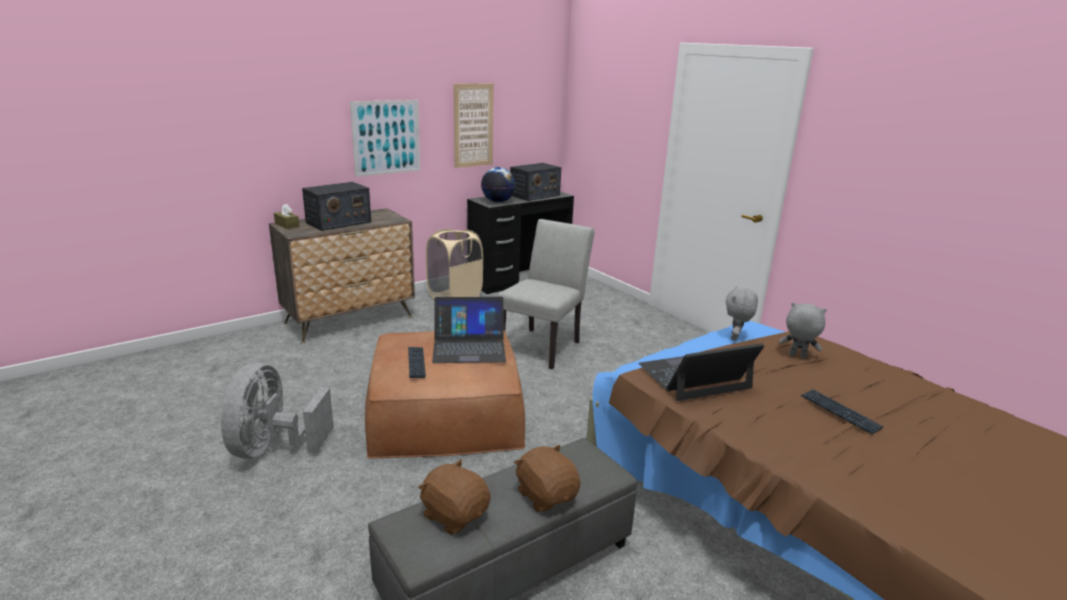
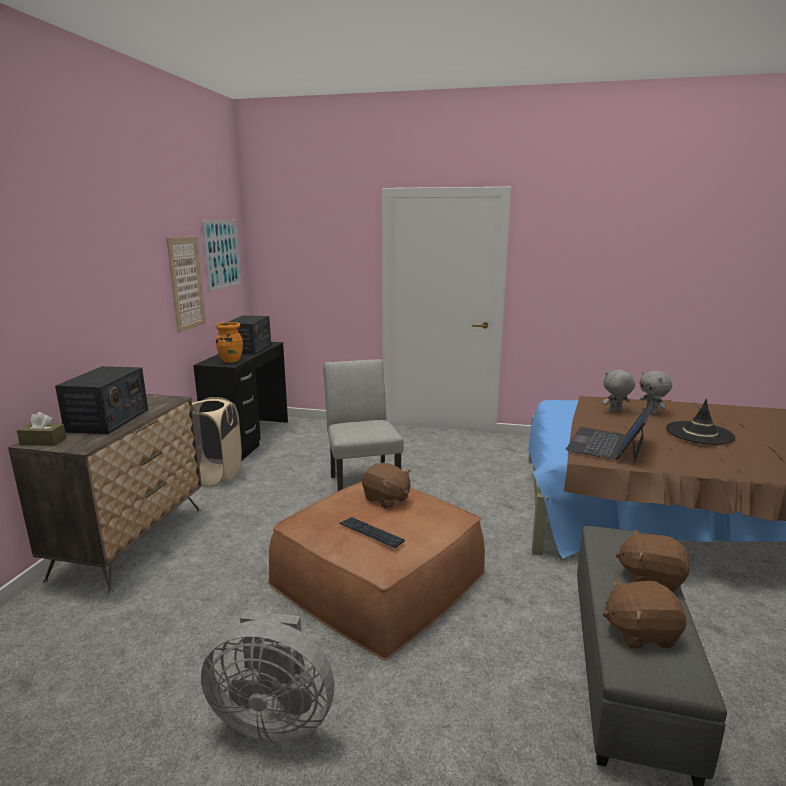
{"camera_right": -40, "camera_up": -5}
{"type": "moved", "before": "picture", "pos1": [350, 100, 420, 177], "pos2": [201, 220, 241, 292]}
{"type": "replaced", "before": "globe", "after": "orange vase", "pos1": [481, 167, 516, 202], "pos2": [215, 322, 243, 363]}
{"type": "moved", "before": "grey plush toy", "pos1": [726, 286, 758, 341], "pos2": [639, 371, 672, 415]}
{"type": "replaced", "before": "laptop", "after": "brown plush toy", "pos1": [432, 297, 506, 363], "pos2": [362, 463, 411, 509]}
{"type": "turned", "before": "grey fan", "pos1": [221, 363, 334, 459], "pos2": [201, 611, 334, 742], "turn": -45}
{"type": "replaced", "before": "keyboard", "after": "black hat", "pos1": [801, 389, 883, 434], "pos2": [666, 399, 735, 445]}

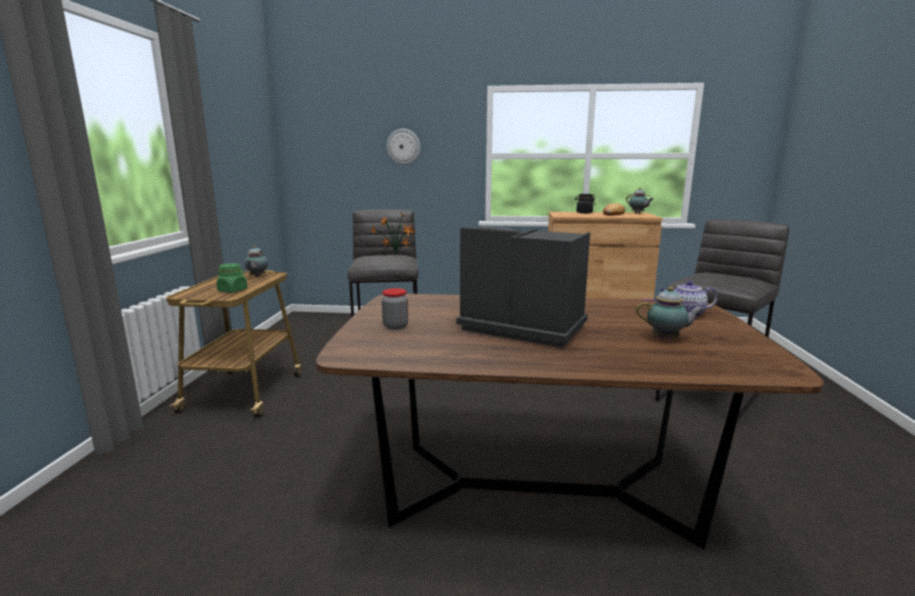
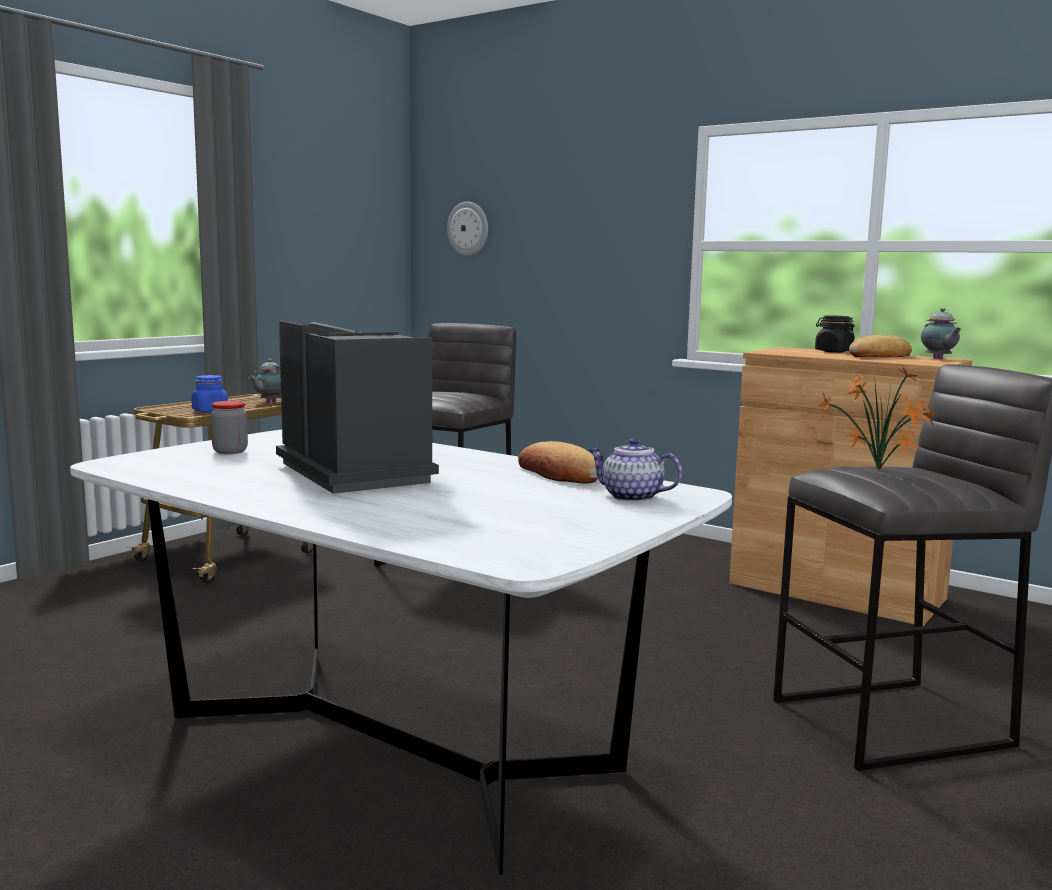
{"camera_right": 30, "camera_up": -5}
{"type": "moved", "before": "wall clock", "pos1": [386, 129, 421, 165], "pos2": [447, 202, 488, 256]}
{"type": "moved", "before": "potted plant", "pos1": [371, 212, 415, 255], "pos2": [818, 367, 937, 470]}
{"type": "recoloured", "before": "green jar", "after": "blue jar", "pos1": [217, 263, 247, 293], "pos2": [192, 375, 228, 412]}
{"type": "removed", "before": "teapot", "pos1": [636, 287, 704, 339]}
{"type": "recoloured", "before": "brown dining table", "after": "white dining table", "pos1": [316, 294, 824, 550], "pos2": [70, 429, 732, 874]}
{"type": "added", "after": "bread", "pos2": [518, 441, 598, 484]}

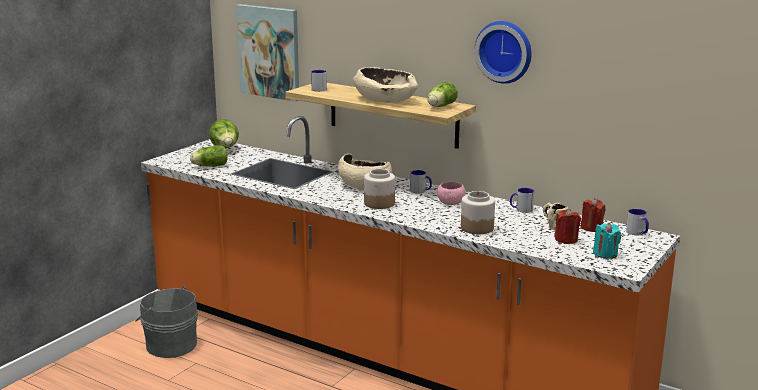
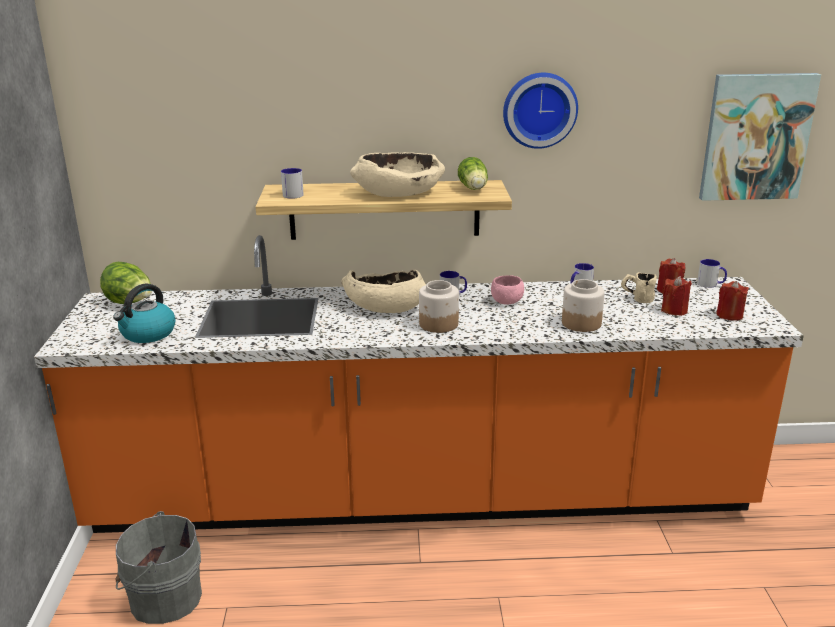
{"camera_right": -35, "camera_up": 5}
{"type": "moved", "before": "picture", "pos1": [236, 4, 299, 102], "pos2": [699, 73, 821, 201]}
{"type": "replaced", "before": "lettuce", "after": "kettle", "pos1": [190, 145, 228, 166], "pos2": [113, 283, 176, 343]}
{"type": "recoloured", "before": "turquoise candle", "after": "red candle", "pos1": [593, 223, 621, 259], "pos2": [716, 281, 749, 321]}

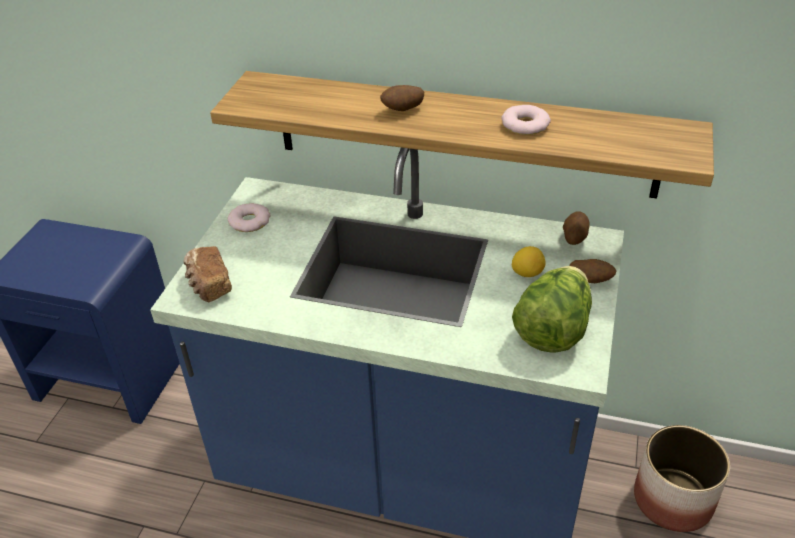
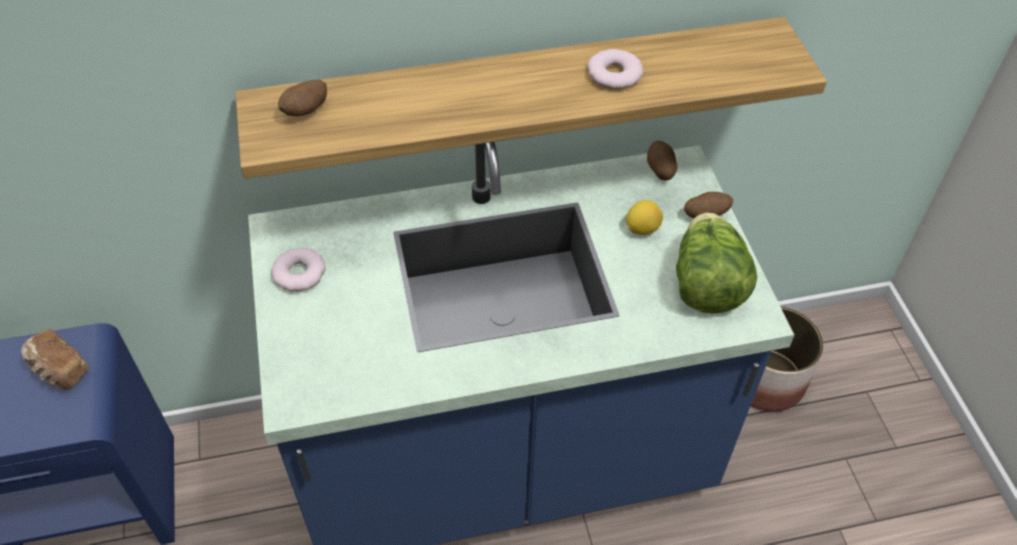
{"camera_right": -30, "camera_up": 10}
{"type": "moved", "before": "potato", "pos1": [380, 85, 424, 111], "pos2": [278, 80, 327, 116]}
{"type": "moved", "before": "bread", "pos1": [184, 246, 232, 302], "pos2": [21, 329, 89, 390]}

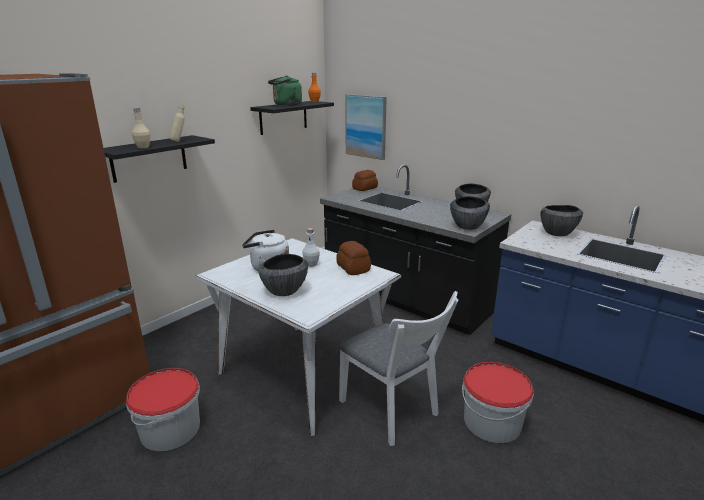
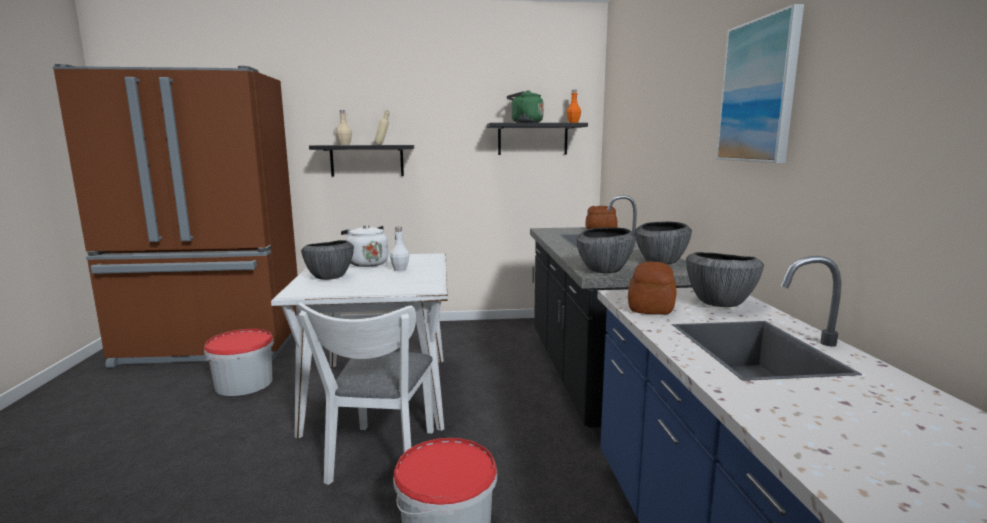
{"camera_right": 45, "camera_up": -10}
{"type": "moved", "before": "picture", "pos1": [345, 94, 387, 160], "pos2": [716, 4, 804, 163]}
{"type": "moved", "before": "bread", "pos1": [336, 241, 371, 275], "pos2": [628, 261, 676, 315]}

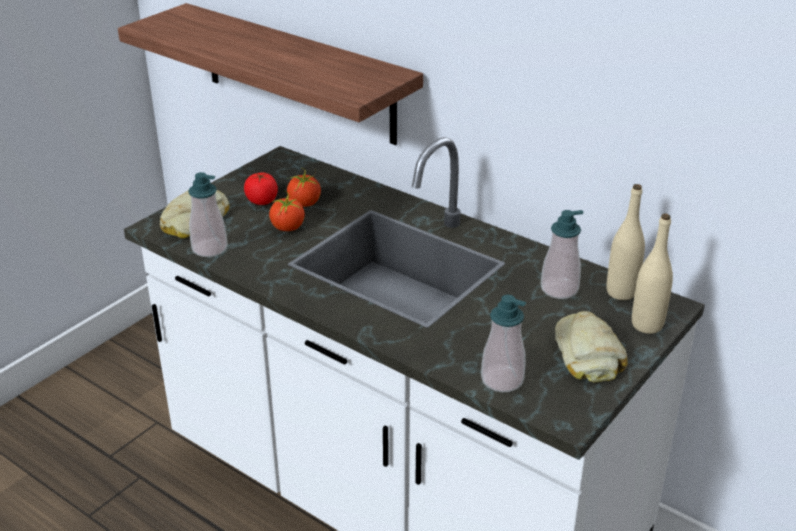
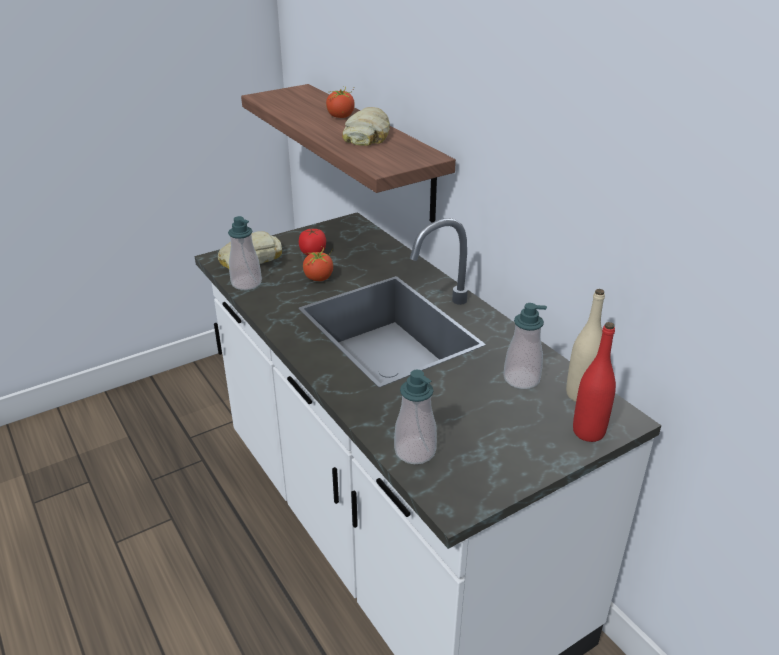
{"camera_right": 20, "camera_up": 0}
{"type": "moved", "before": "tomato", "pos1": [287, 168, 321, 207], "pos2": [326, 86, 355, 118]}
{"type": "recoloured", "before": "beige bottle", "after": "red bottle", "pos1": [632, 214, 673, 334], "pos2": [573, 322, 616, 442]}
{"type": "moved", "before": "bread", "pos1": [555, 311, 628, 382], "pos2": [342, 107, 390, 146]}

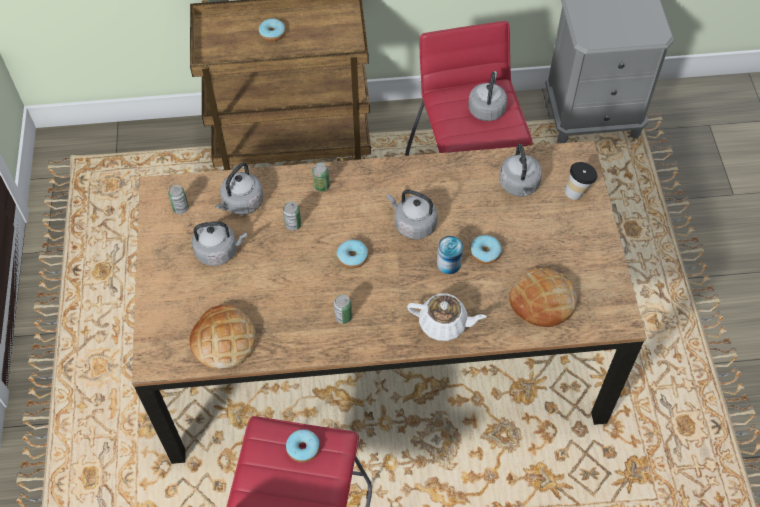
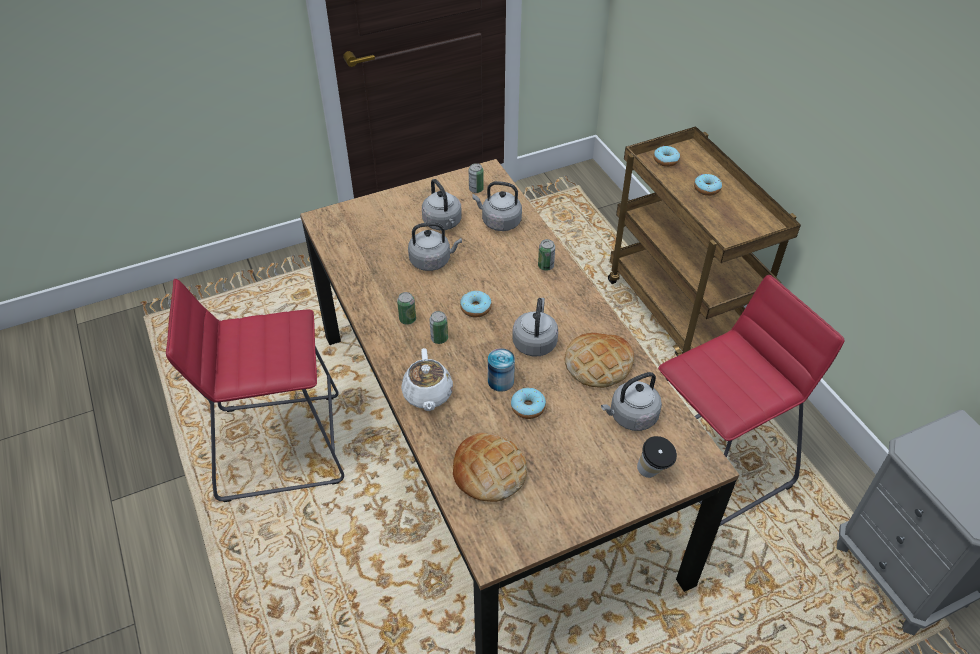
{"camera_right": 70, "camera_up": -10}
{"type": "moved", "before": "grey kettle", "pos1": [468, 71, 507, 121], "pos2": [408, 222, 462, 271]}
{"type": "moved", "before": "can", "pos1": [283, 201, 301, 231], "pos2": [430, 311, 448, 344]}
{"type": "moved", "before": "bread", "pos1": [190, 305, 256, 369], "pos2": [564, 333, 634, 388]}
{"type": "moved", "before": "donut", "pos1": [286, 429, 320, 463], "pos2": [653, 146, 680, 167]}

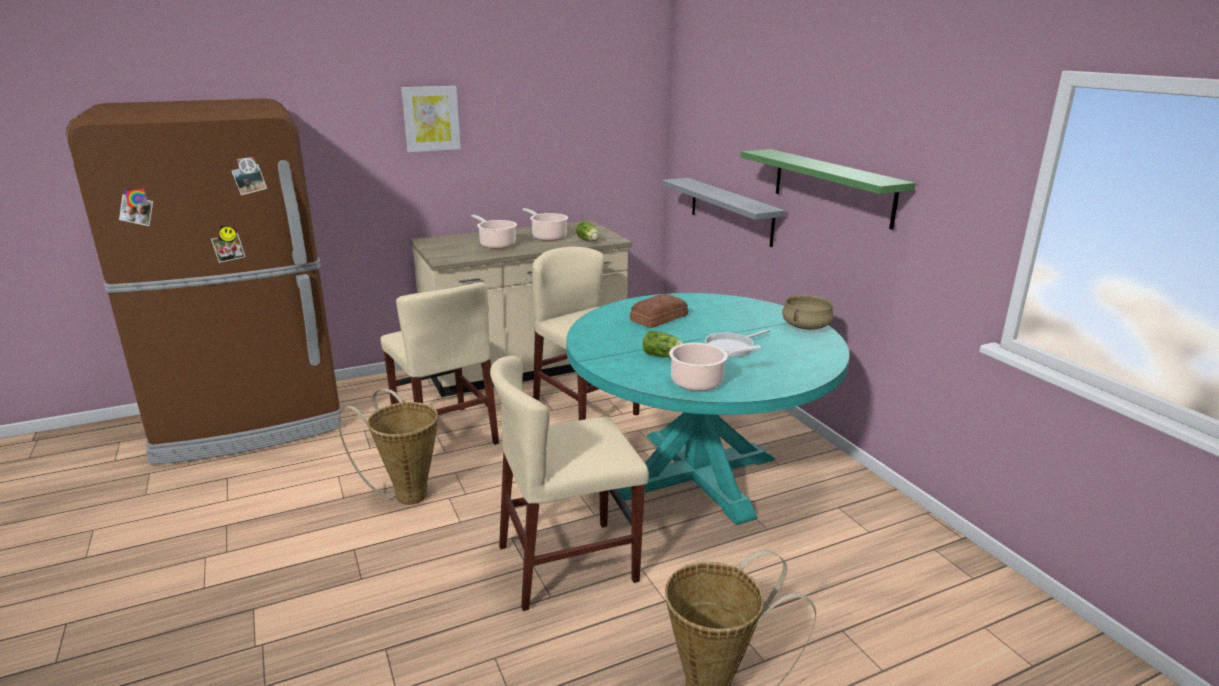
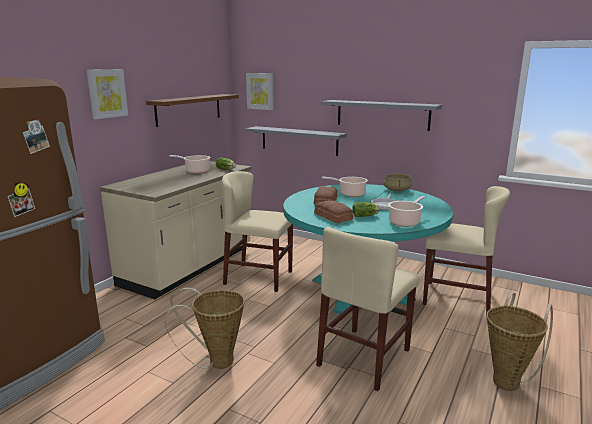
{"camera_right": -35, "camera_up": -5}
{"type": "recoloured", "before": "green shelf", "after": "grey shelf", "pos1": [741, 149, 916, 230], "pos2": [321, 100, 442, 131]}
{"type": "moved", "before": "cooking pot", "pos1": [471, 215, 517, 249], "pos2": [322, 177, 368, 197]}
{"type": "moved", "before": "beige chair", "pos1": [380, 282, 499, 445], "pos2": [423, 186, 510, 316]}
{"type": "added", "after": "picture", "pos2": [246, 73, 274, 110]}
{"type": "added", "after": "brown shelf", "pos2": [146, 94, 239, 127]}
{"type": "added", "after": "bread", "pos2": [314, 200, 353, 223]}

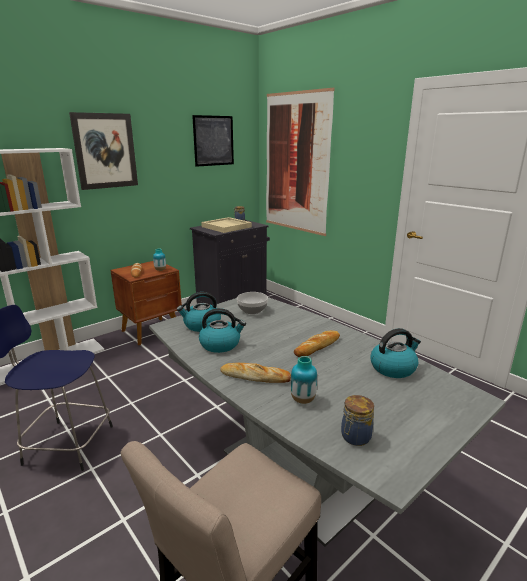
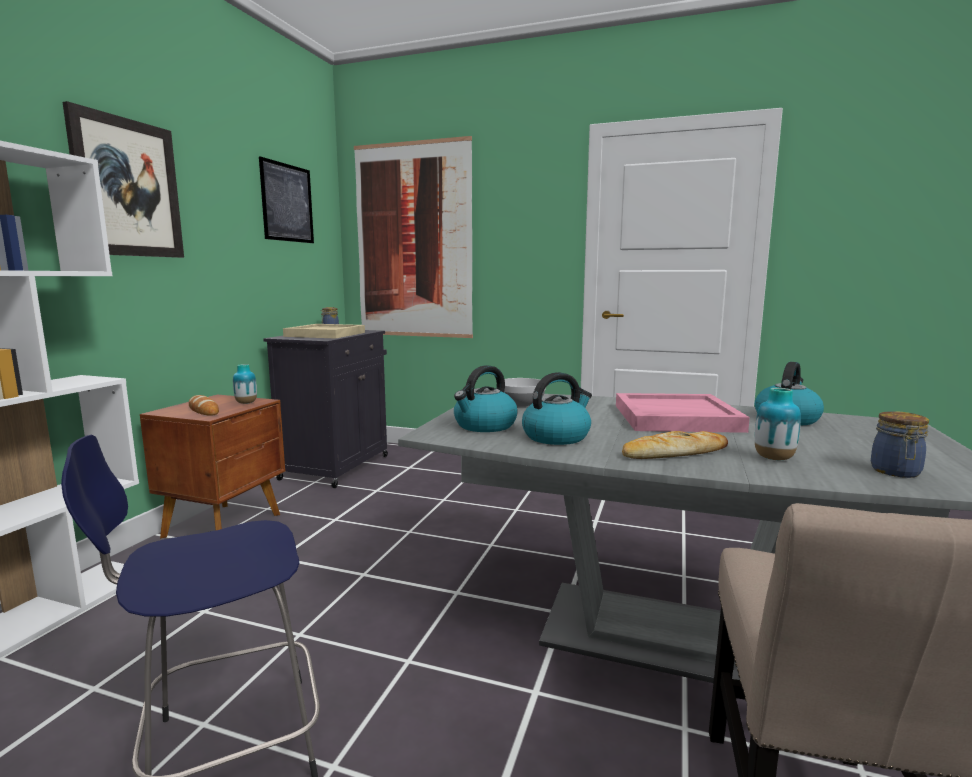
{"camera_right": -30, "camera_up": -10}
{"type": "replaced", "before": "bread", "after": "pink tray", "pos1": [294, 330, 340, 357], "pos2": [616, 393, 750, 433]}

